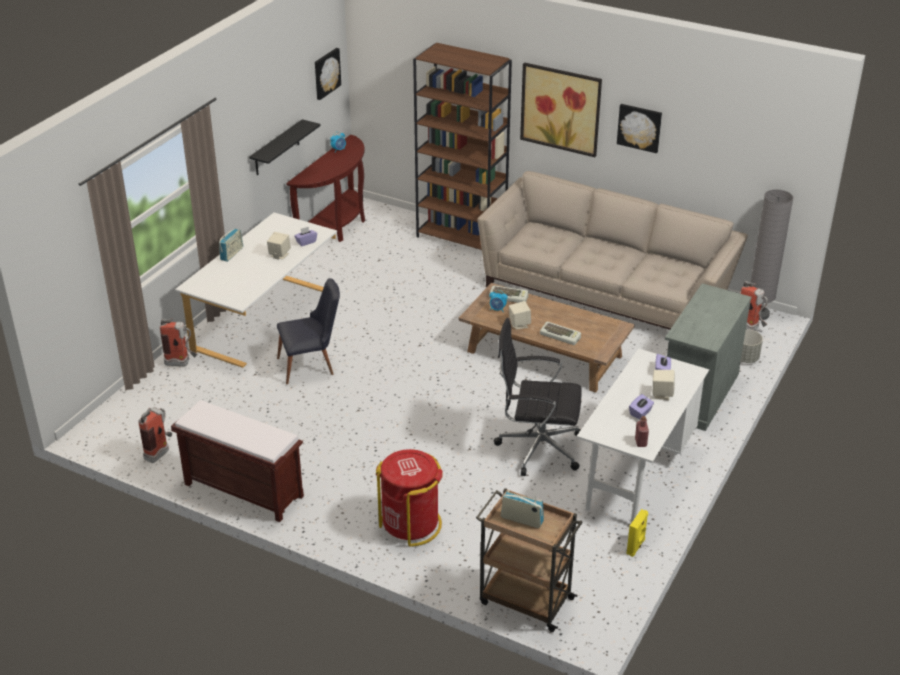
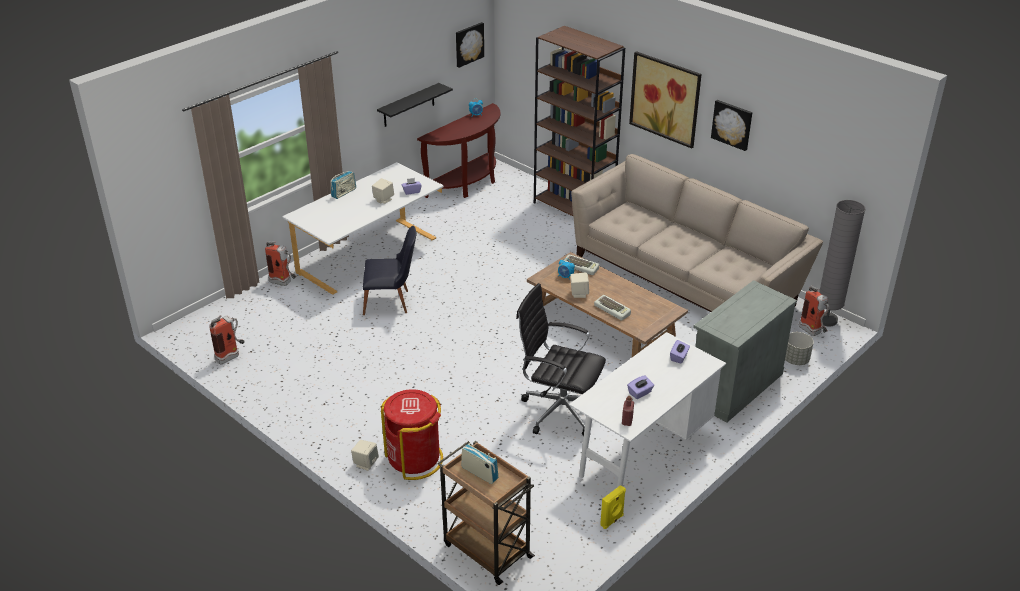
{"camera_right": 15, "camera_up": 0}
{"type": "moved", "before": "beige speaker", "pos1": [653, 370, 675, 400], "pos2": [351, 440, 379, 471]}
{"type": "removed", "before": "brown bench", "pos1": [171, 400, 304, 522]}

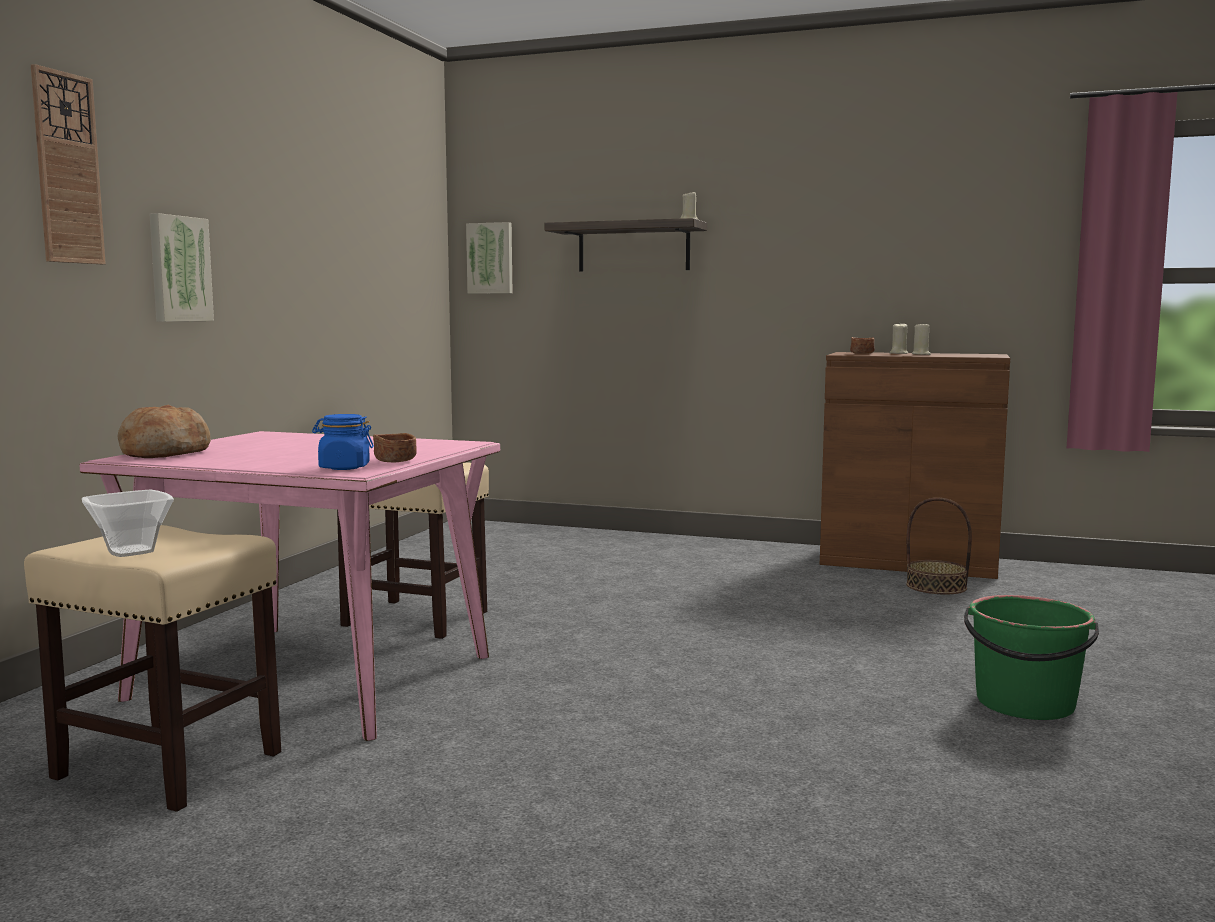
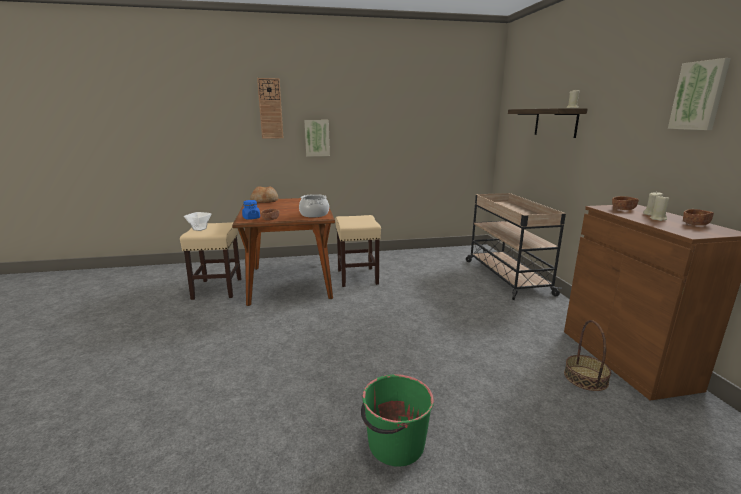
{"camera_right": 60, "camera_up": 10}
{"type": "moved", "before": "picture", "pos1": [466, 222, 512, 294], "pos2": [668, 58, 731, 130]}
{"type": "recoloured", "before": "pink dining table", "after": "brown dining table", "pos1": [80, 431, 500, 741], "pos2": [232, 198, 335, 306]}
{"type": "added", "after": "beige cart", "pos2": [466, 193, 566, 300]}
{"type": "added", "after": "cooking pot", "pos2": [299, 194, 329, 218]}
{"type": "added", "after": "brown bowl", "pos2": [683, 209, 714, 226]}

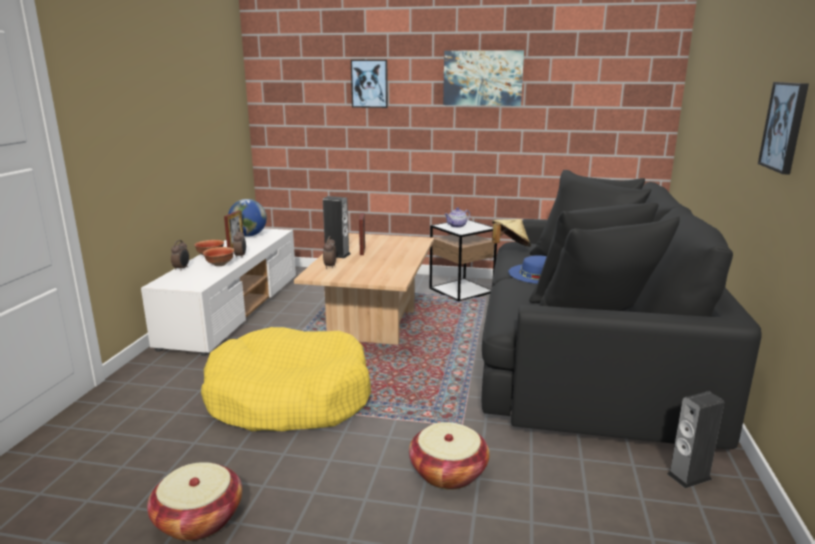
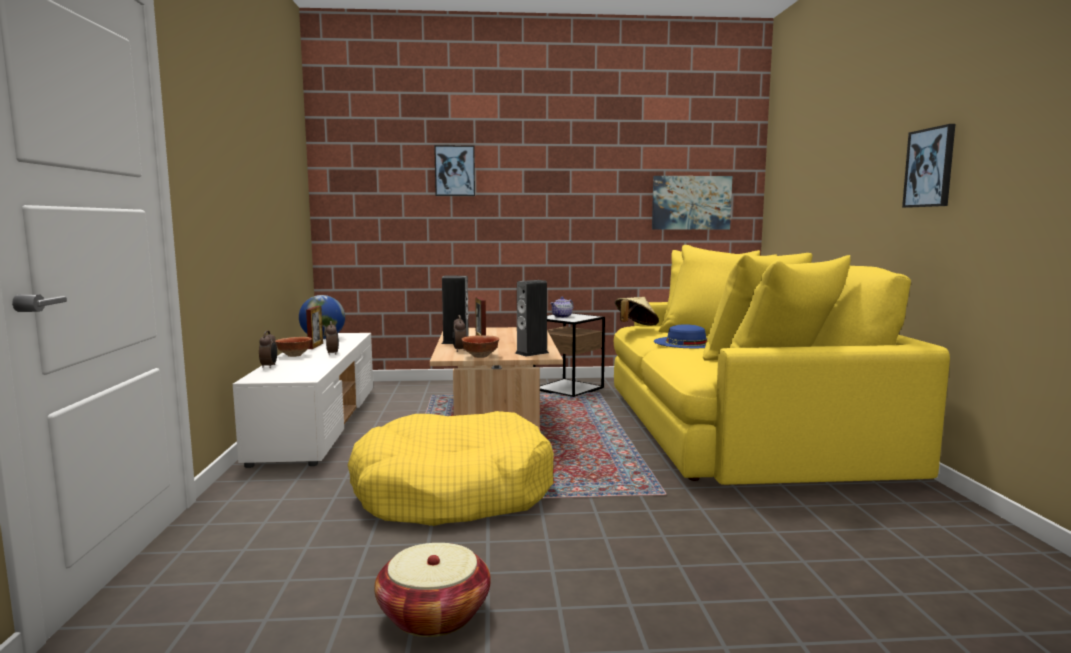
{"camera_right": -15, "camera_up": -10}
{"type": "moved", "before": "picture", "pos1": [443, 50, 524, 106], "pos2": [652, 176, 732, 230]}
{"type": "recoloured", "before": "black sofa", "after": "yellow sofa", "pos1": [482, 170, 762, 449], "pos2": [614, 245, 950, 485]}
{"type": "moved", "before": "bowl", "pos1": [203, 247, 234, 266], "pos2": [461, 335, 499, 358]}
{"type": "moved", "before": "speaker", "pos1": [667, 391, 724, 488], "pos2": [515, 280, 549, 356]}
{"type": "removed", "before": "basket", "pos1": [409, 422, 490, 490]}

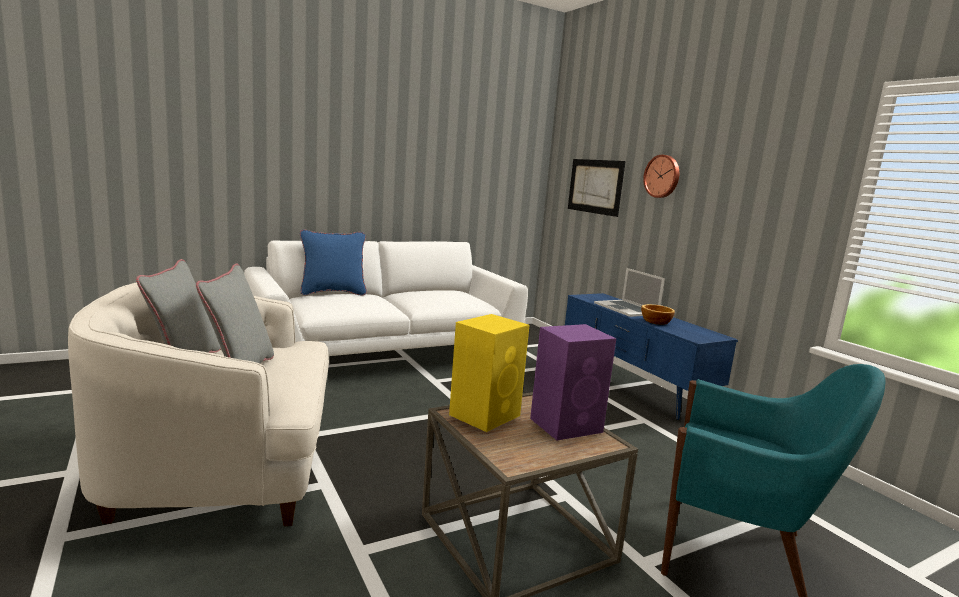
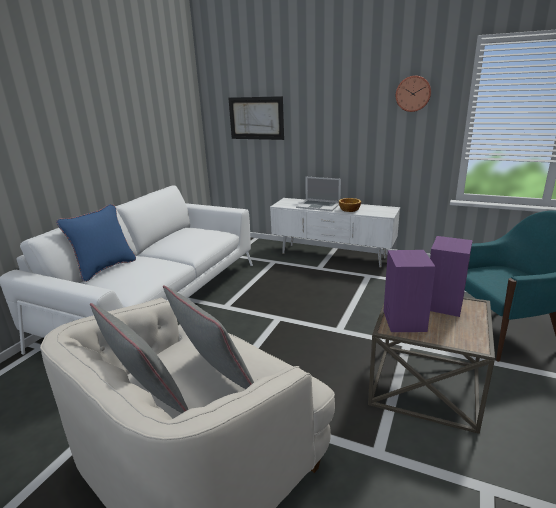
{"camera_right": -35, "camera_up": 10}
{"type": "moved", "before": "wall clock", "pos1": [643, 155, 679, 198], "pos2": [396, 76, 431, 112]}
{"type": "recoloured", "before": "blue tv stand", "after": "white tv stand", "pos1": [565, 293, 738, 420], "pos2": [270, 198, 400, 268]}
{"type": "recoloured", "before": "yellow speaker", "after": "purple speaker", "pos1": [449, 314, 530, 432], "pos2": [384, 250, 436, 332]}

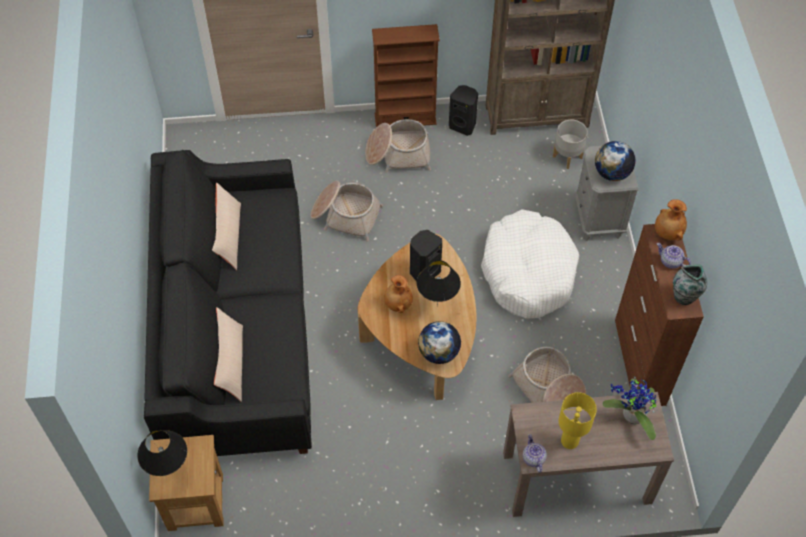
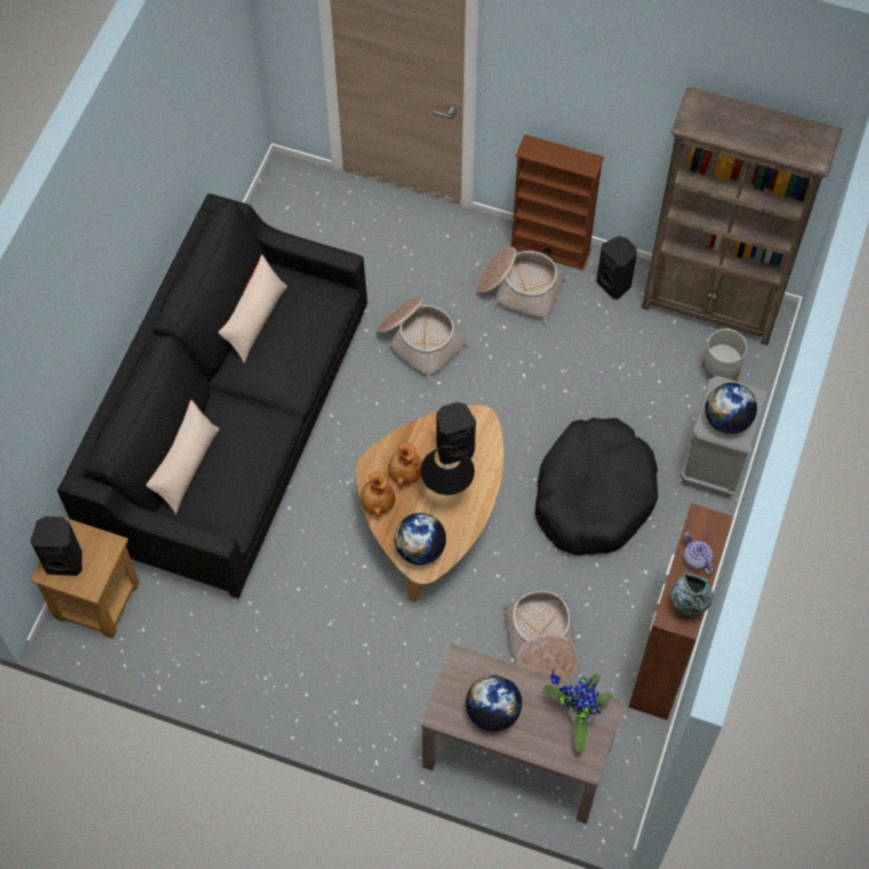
{"camera_right": 25, "camera_up": 5}
{"type": "moved", "before": "brown vase", "pos1": [655, 199, 687, 240], "pos2": [360, 472, 395, 517]}
{"type": "recoloured", "before": "white dog bed", "after": "black dog bed", "pos1": [481, 209, 579, 319], "pos2": [535, 418, 658, 555]}
{"type": "replaced", "before": "yellow table lamp", "after": "globe", "pos1": [559, 392, 597, 449], "pos2": [466, 675, 522, 732]}
{"type": "replaced", "before": "black table lamp", "after": "black speaker", "pos1": [137, 430, 187, 476], "pos2": [30, 516, 82, 576]}
{"type": "removed", "before": "teapot", "pos1": [523, 434, 547, 473]}

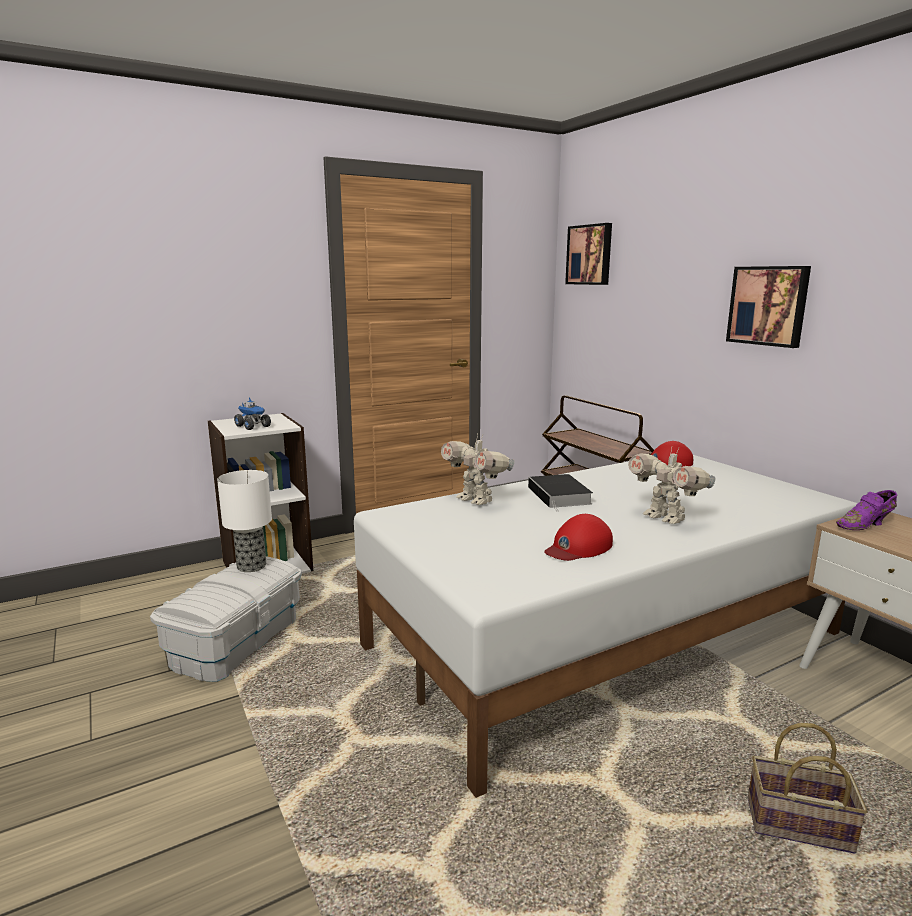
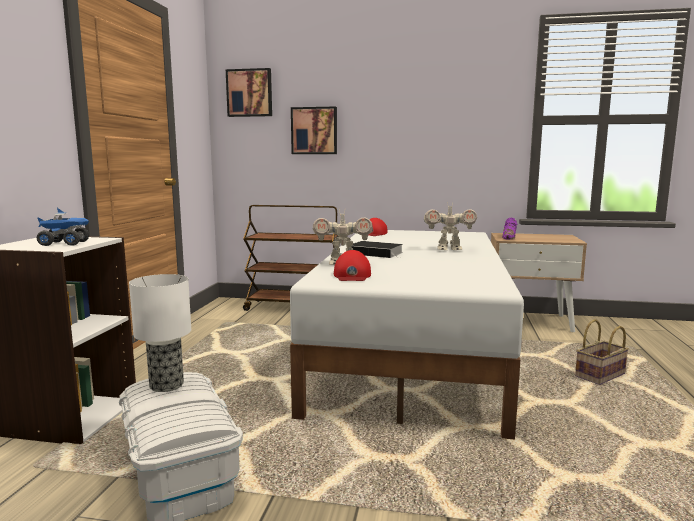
{"camera_right": -50, "camera_up": -5}
{"type": "moved", "before": "picture", "pos1": [726, 266, 811, 348], "pos2": [291, 107, 337, 154]}
{"type": "moved", "before": "red cap", "pos1": [544, 514, 613, 561], "pos2": [334, 250, 371, 281]}

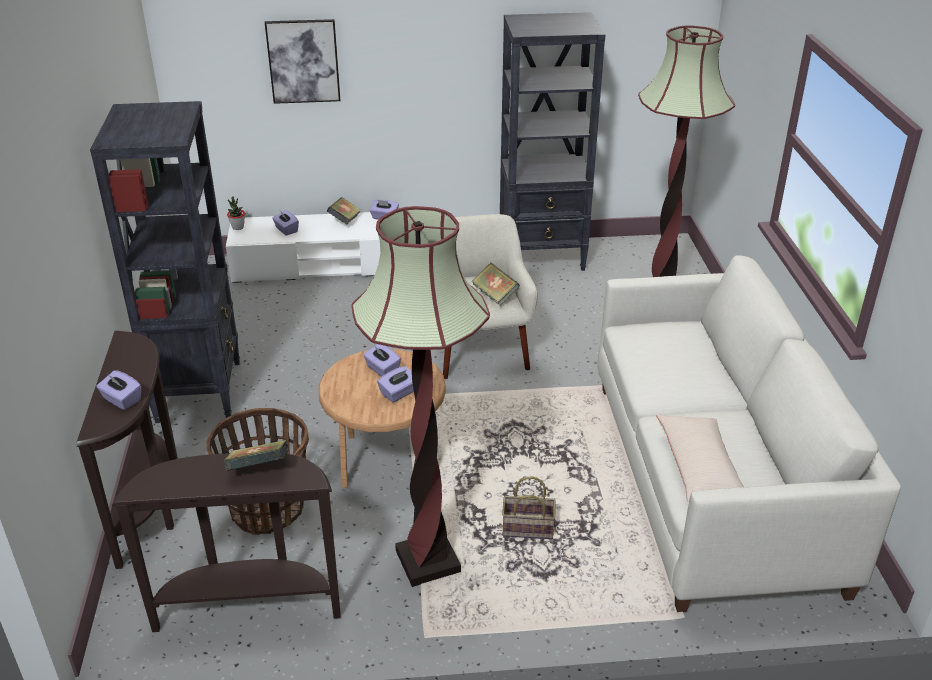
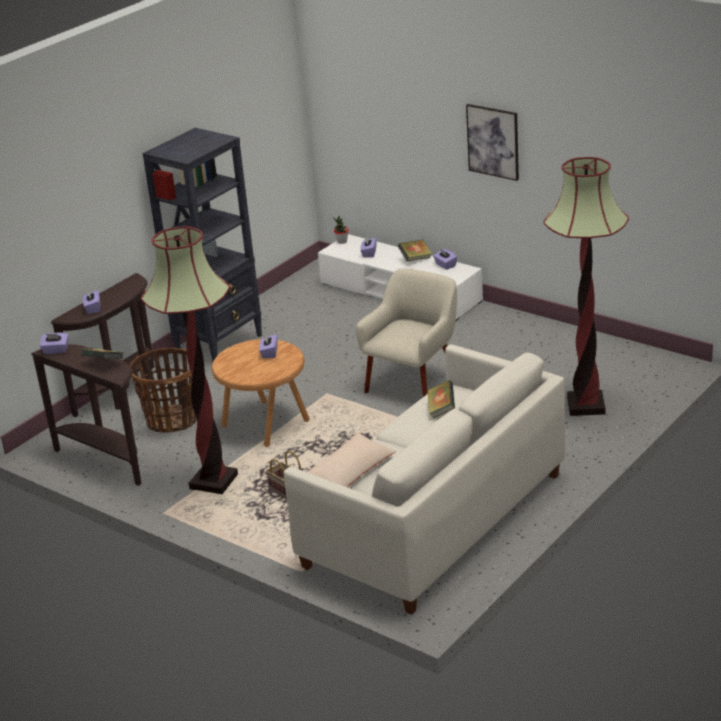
{"camera_right": 45, "camera_up": -5}
{"type": "removed", "before": "black bookcase", "pos1": [500, 12, 605, 271]}
{"type": "moved", "before": "picture", "pos1": [265, 19, 340, 104], "pos2": [466, 104, 519, 181]}
{"type": "moved", "before": "book", "pos1": [471, 263, 520, 306], "pos2": [427, 380, 455, 419]}
{"type": "moved", "before": "purple tissue box", "pos1": [377, 366, 414, 402], "pos2": [40, 333, 69, 354]}

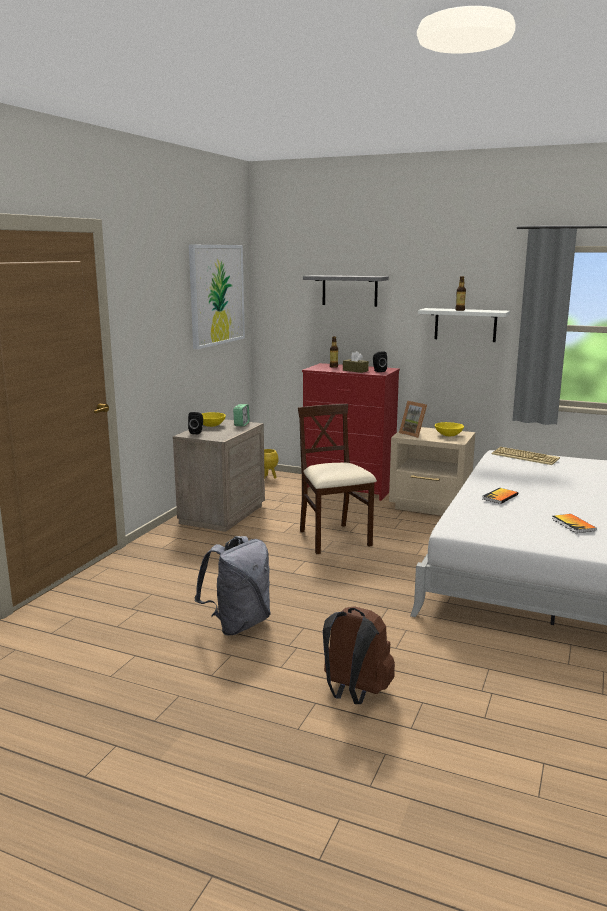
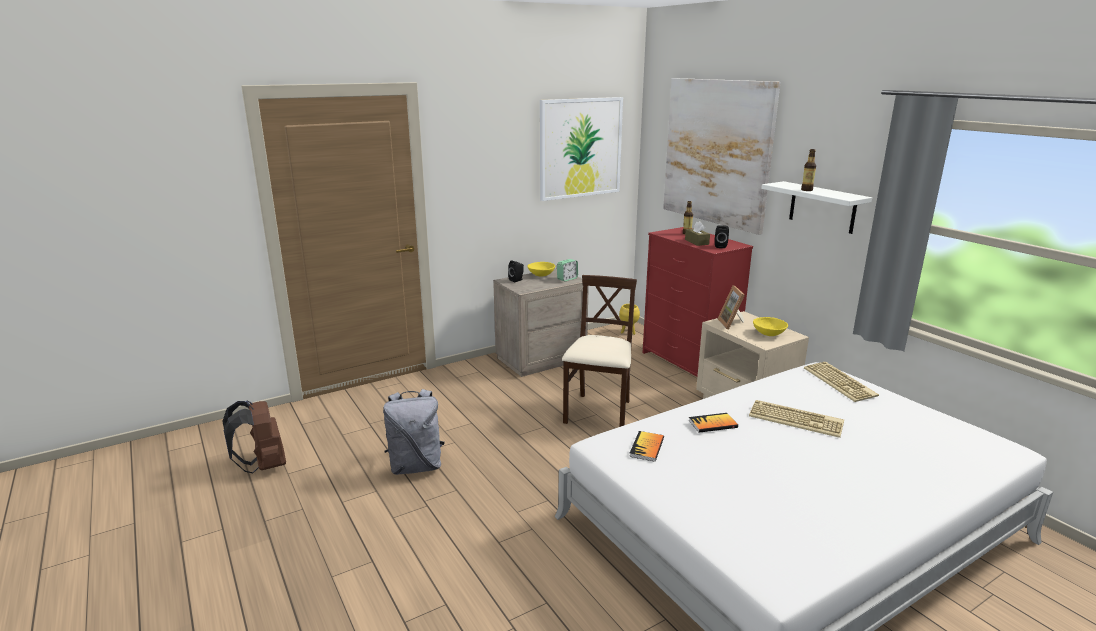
{"camera_right": 35, "camera_up": 5}
{"type": "replaced", "before": "grey shelf", "after": "picture", "pos1": [303, 275, 389, 307], "pos2": [663, 78, 781, 235]}
{"type": "moved", "before": "book", "pos1": [552, 514, 597, 533], "pos2": [629, 431, 664, 462]}
{"type": "moved", "before": "brown backpack", "pos1": [323, 606, 395, 704], "pos2": [222, 401, 286, 473]}
{"type": "added", "after": "keyboard", "pos2": [749, 400, 844, 438]}

